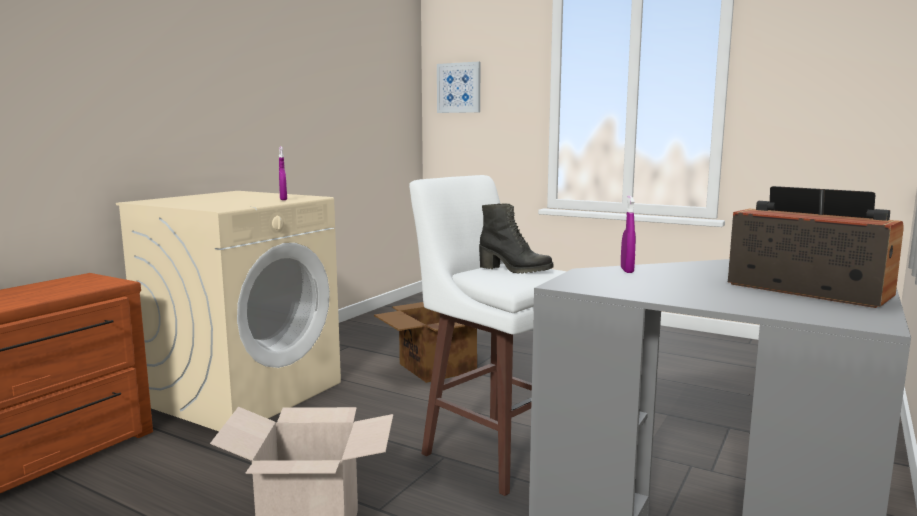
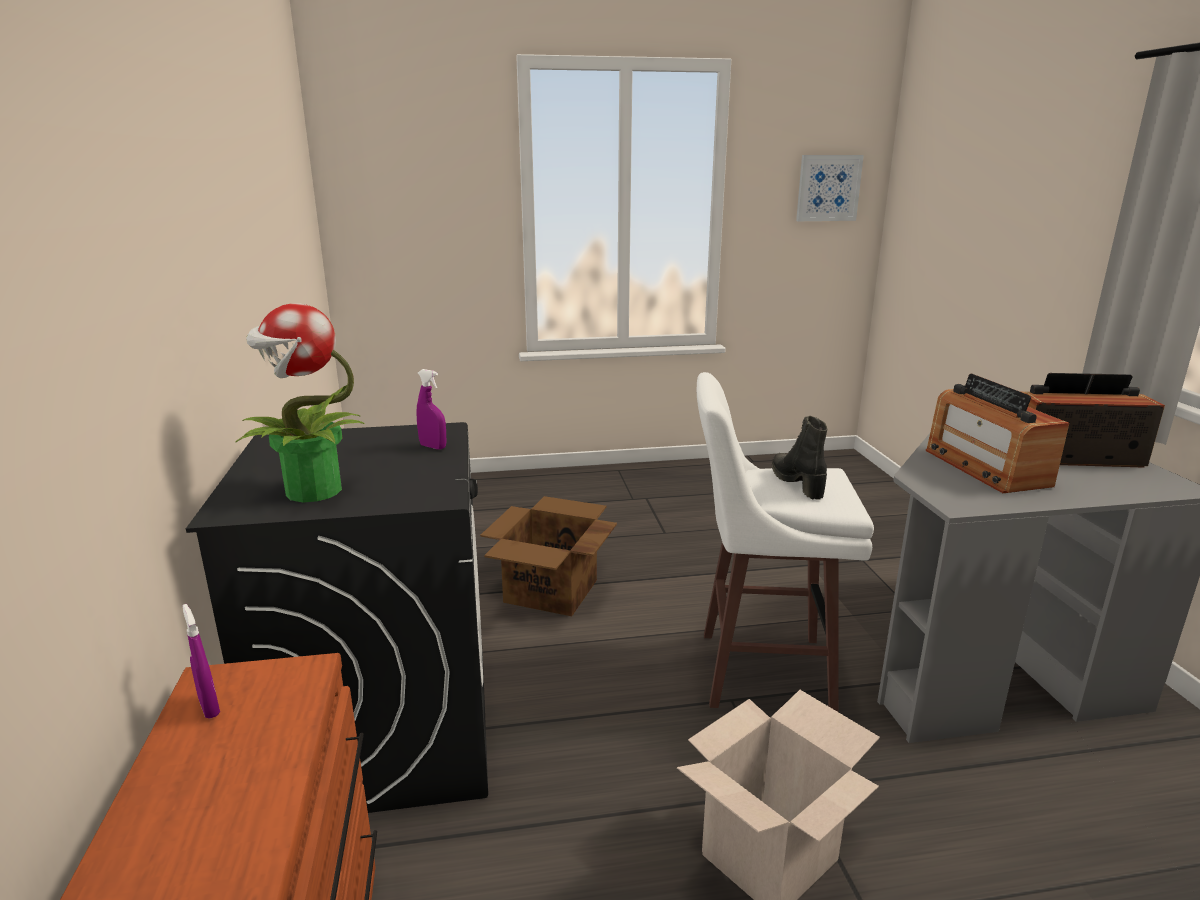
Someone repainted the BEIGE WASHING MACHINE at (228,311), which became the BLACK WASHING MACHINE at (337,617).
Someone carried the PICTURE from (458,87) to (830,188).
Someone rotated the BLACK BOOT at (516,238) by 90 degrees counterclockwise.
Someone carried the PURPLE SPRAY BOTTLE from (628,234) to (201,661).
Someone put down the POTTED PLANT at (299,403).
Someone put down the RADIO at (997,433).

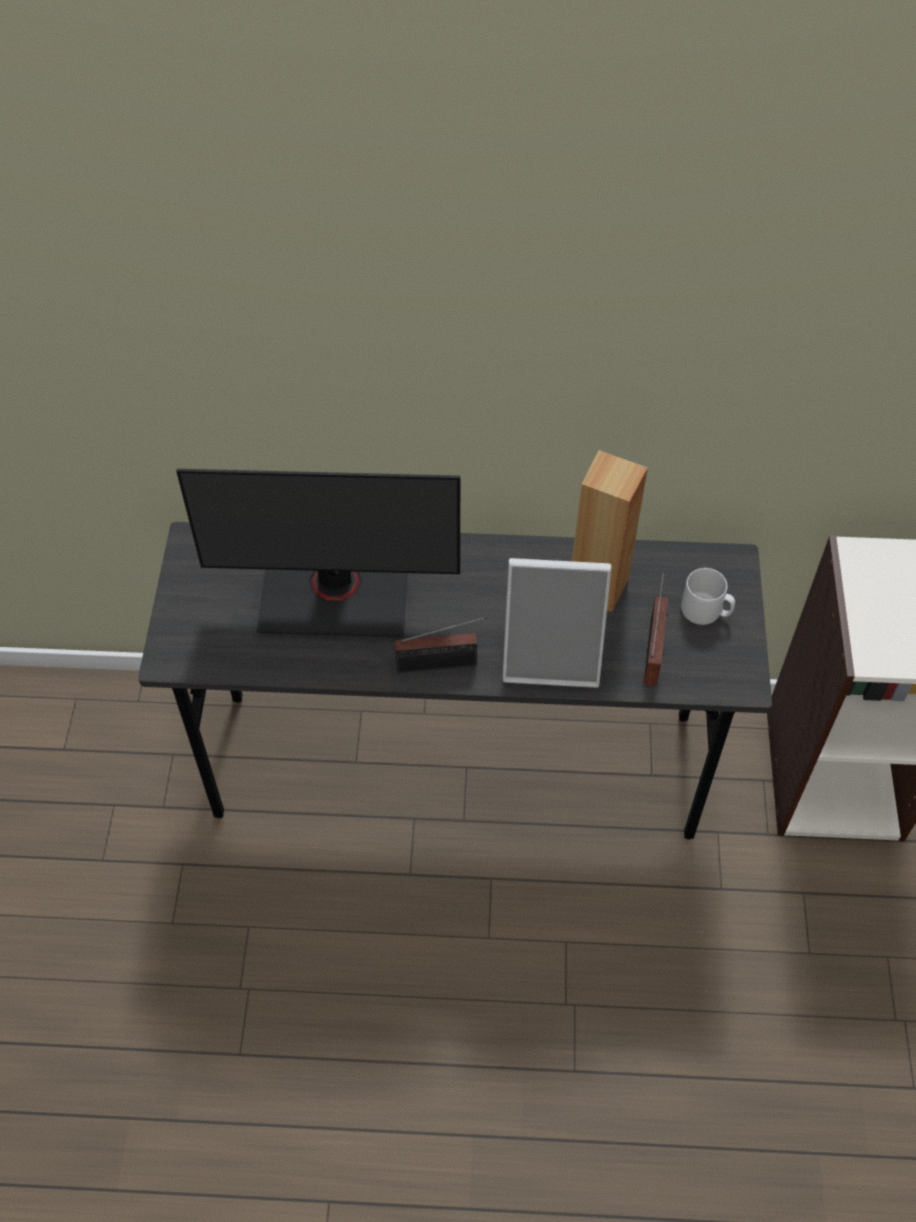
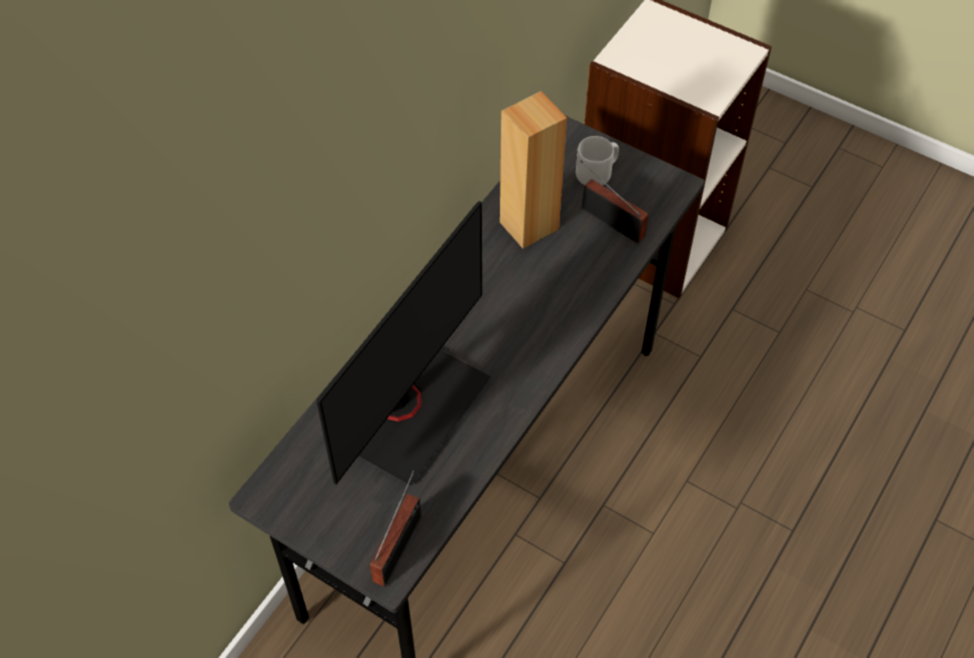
Someone carried the RADIO from (441,645) to (396,528).
Someone took away the PICTURE FRAME at (556,623).

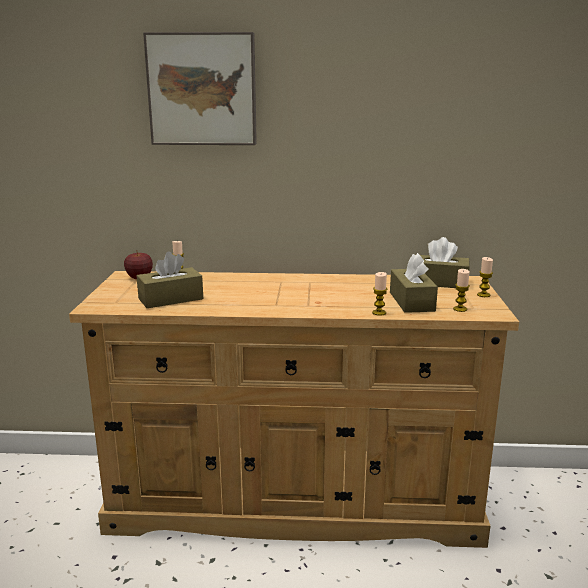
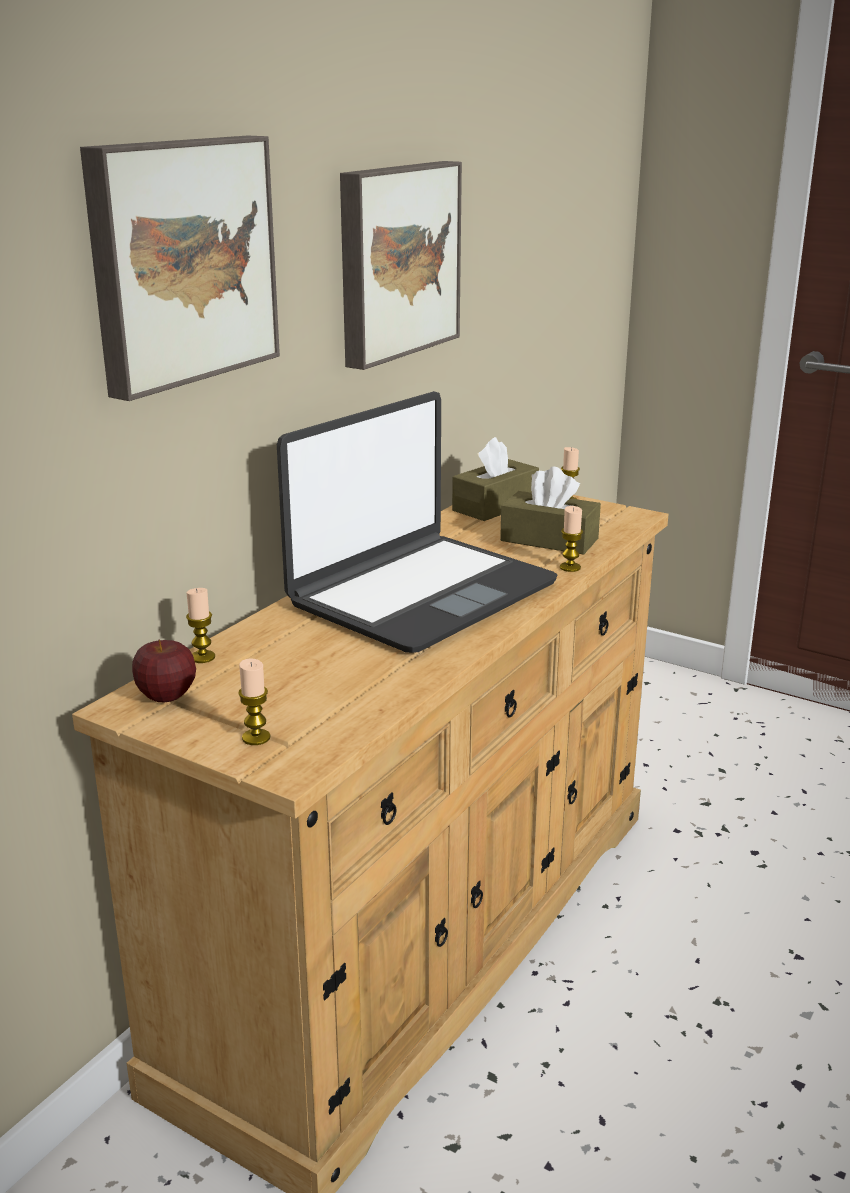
Someone took away the BROWN TISSUE BOX at (170,279).
Someone carried the CANDLE from (461,290) to (254,701).
Someone put down the LAPTOP at (417,522).
Someone put up the PICTURE at (401,265).

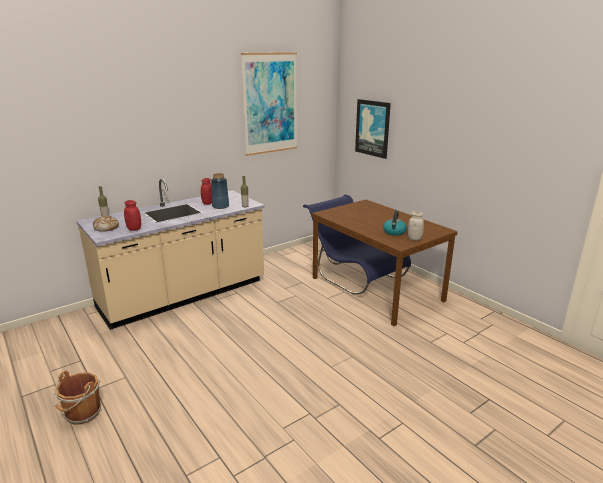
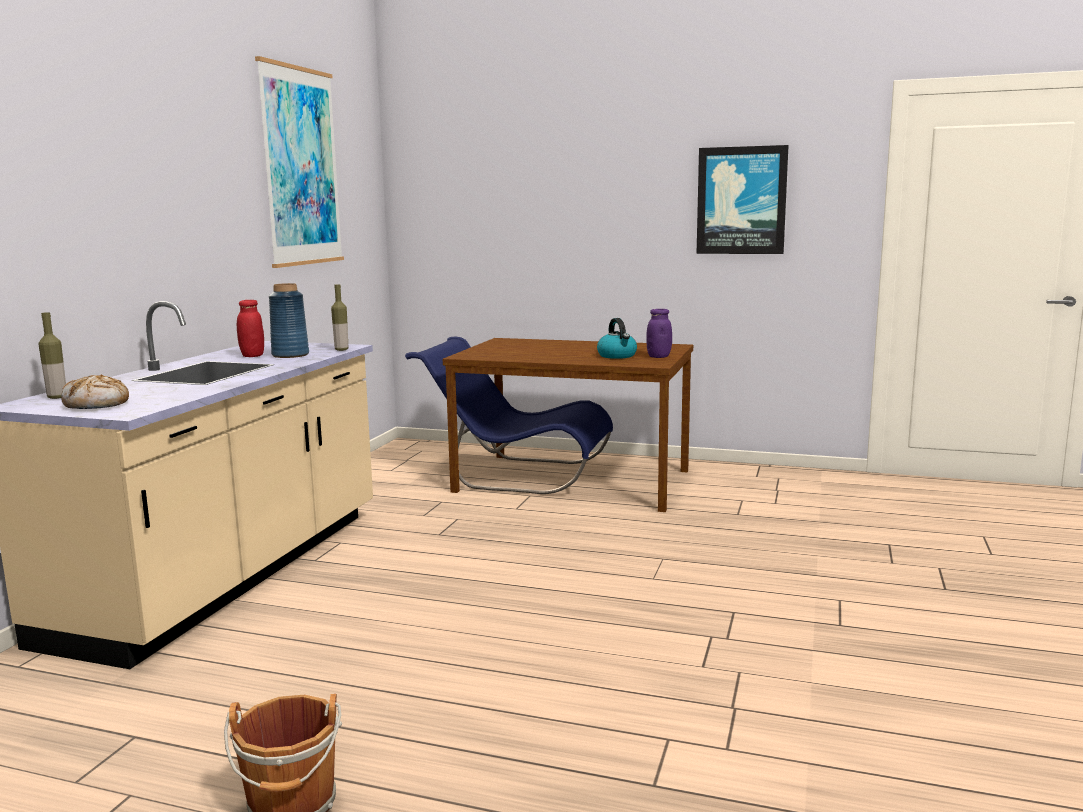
Someone took away the RED JAR at (132,215).
Someone carried the PICTURE from (373,129) to (743,199).
Someone repainted the WHITE JAR at (416,226), which became the PURPLE JAR at (659,333).

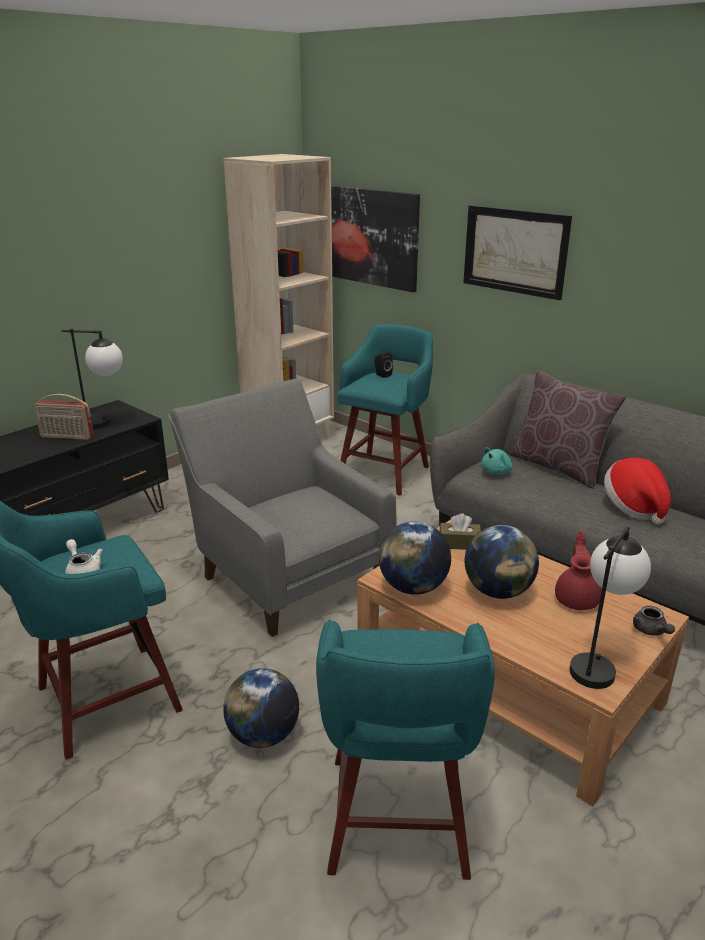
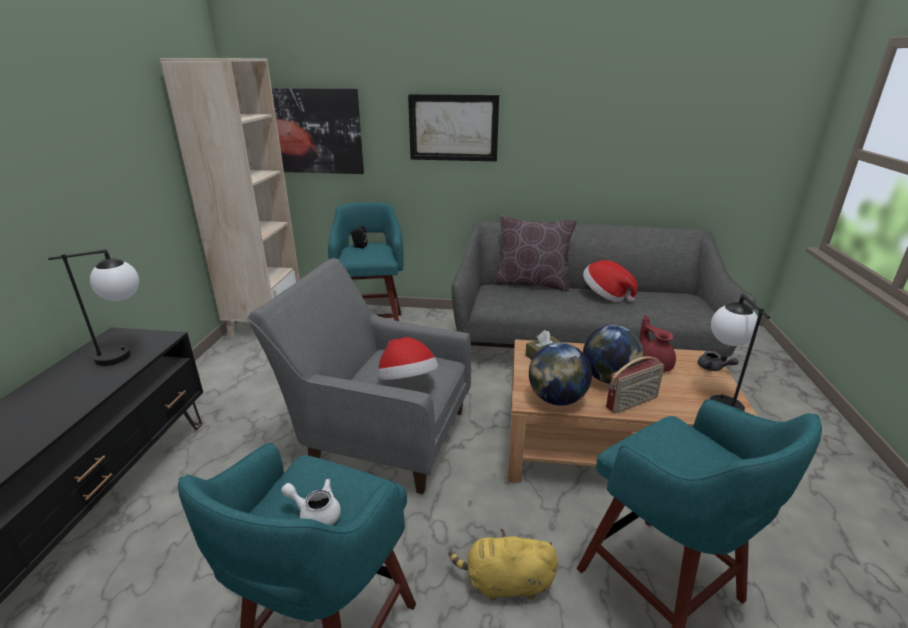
Someone carried the RADIO from (64,417) to (635,385).
Someone swapped the GLOBE at (261,708) for the YELLOW PLUSH TOY at (503,565).
Someone took away the TURQUOISE PLUSH TOY at (497,461).
Someone put down the HAT at (408,358).

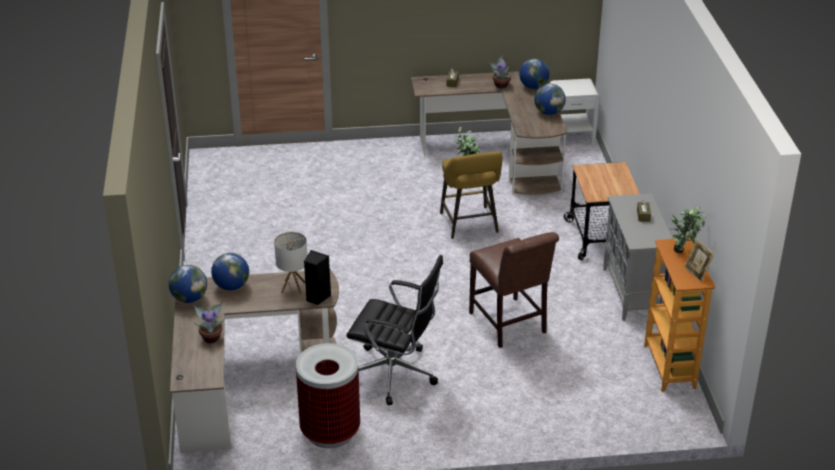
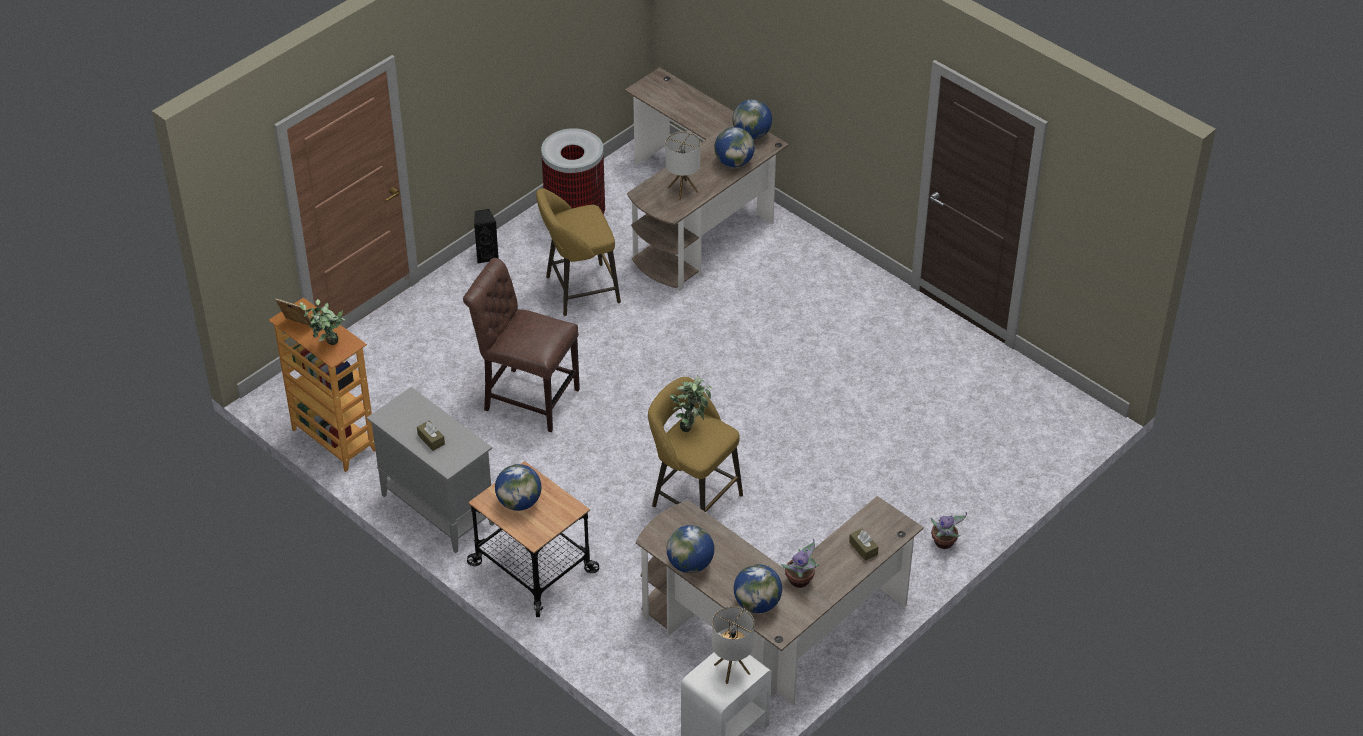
Someone carried the POTTED PLANT from (209,322) to (949,530).
Someone carried the BLACK SPEAKER from (317,277) to (486,236).
Someone swapped the BLACK OFFICE CHAIR at (394,330) for the YELLOW STOOL at (578,252).
Someone put down the GLOBE at (518,487).
Someone put down the TABLE LAMP at (733,645).

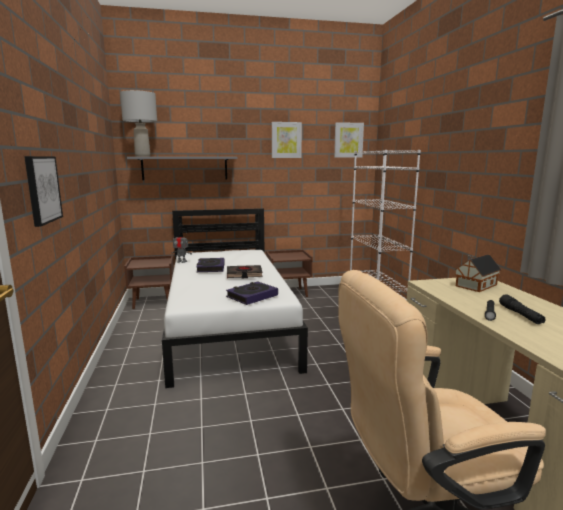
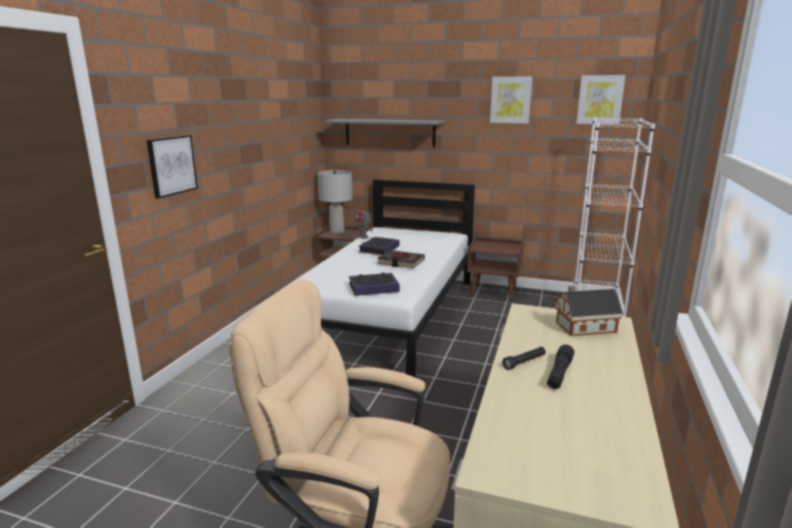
Someone carried the GREY TABLE LAMP from (138,123) to (335,202).

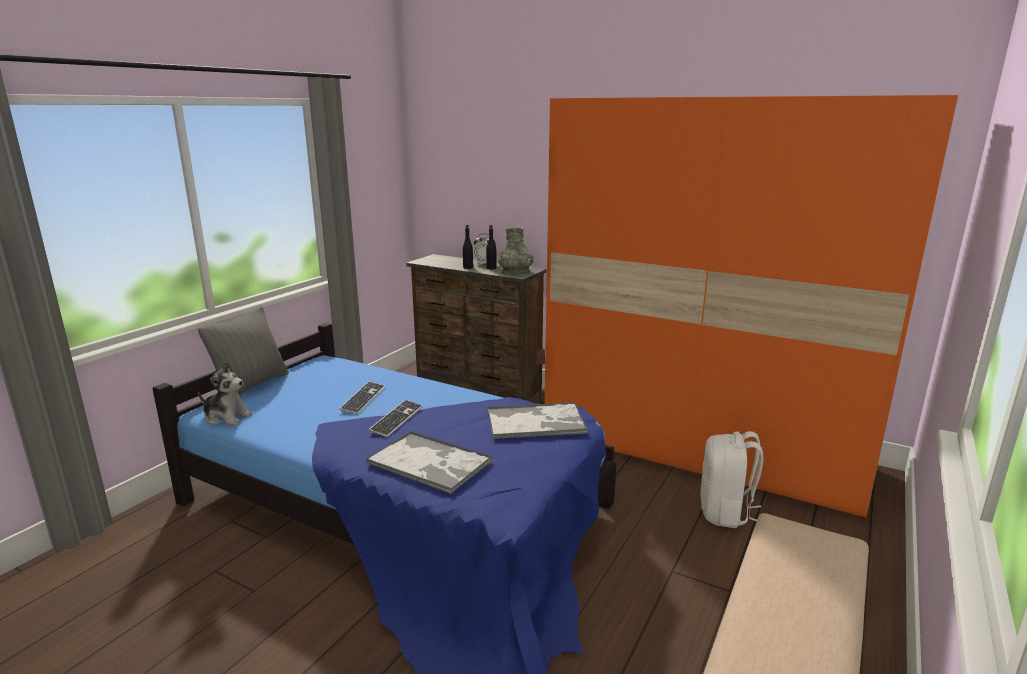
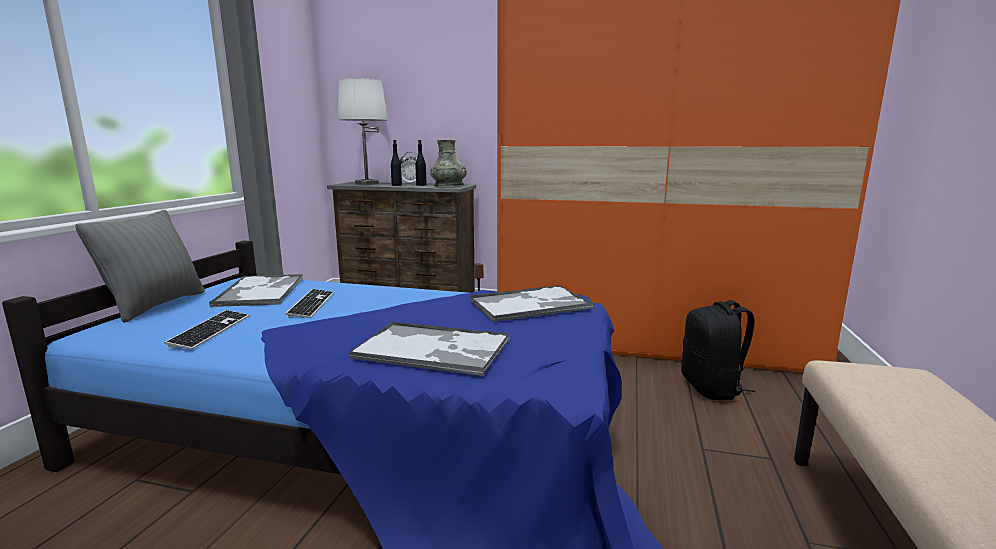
Someone took away the PLUSH TOY at (225,394).
Someone carried the KEYBOARD from (395,418) to (207,330).
Someone repainted the WHITE BACKPACK at (731,479), which became the BLACK BACKPACK at (718,350).
Someone put down the TRAY at (256,290).
Someone put down the WHITE TABLE LAMP at (363,131).

